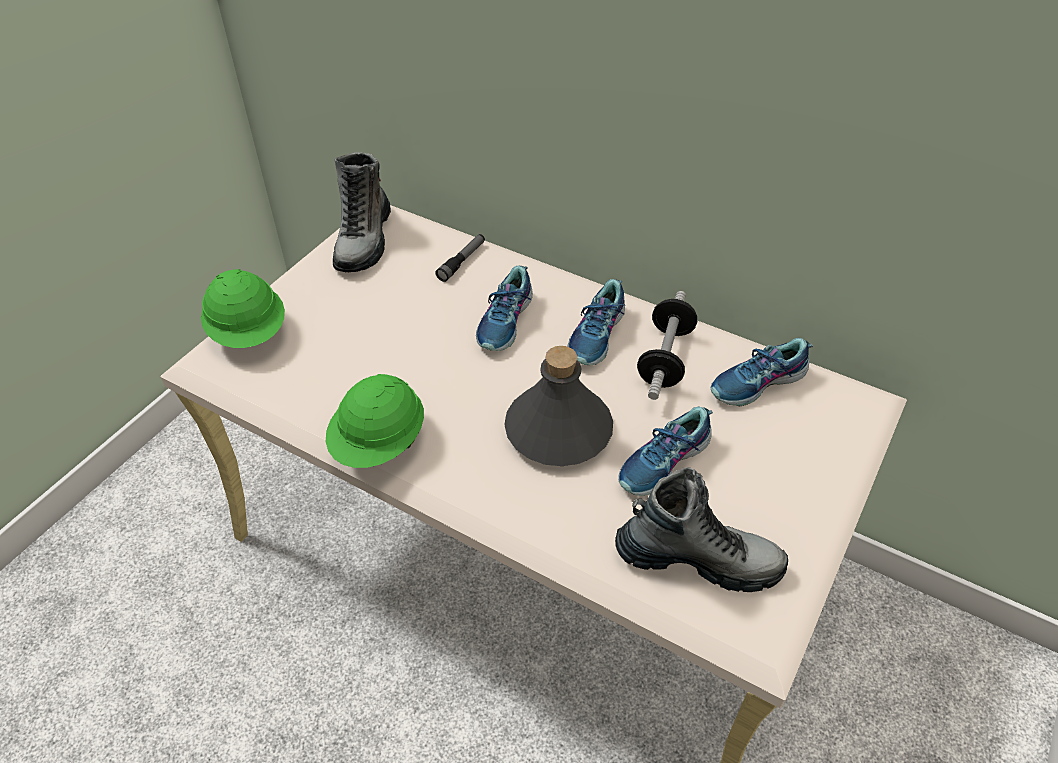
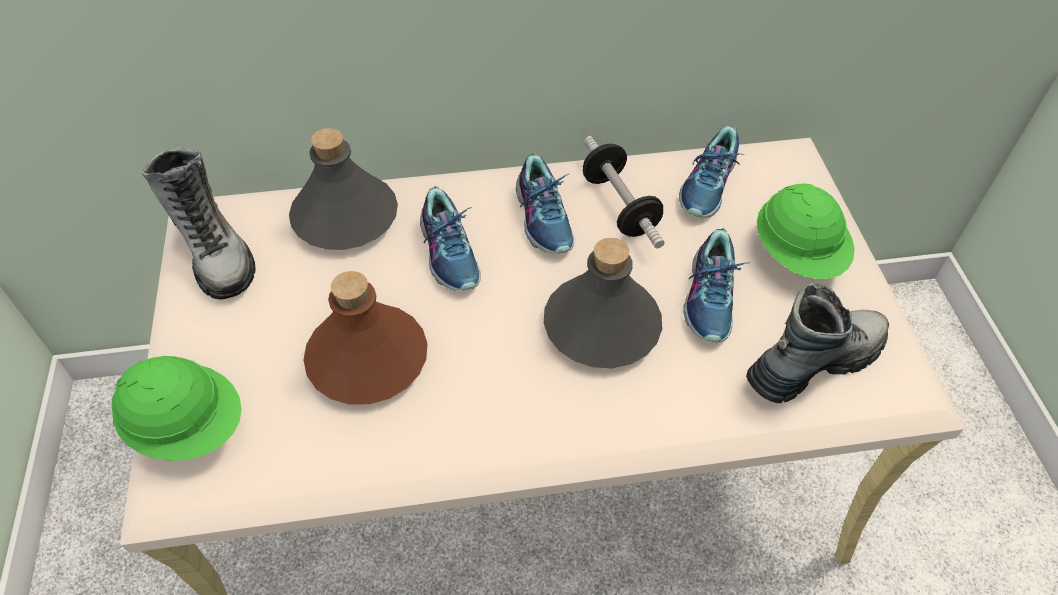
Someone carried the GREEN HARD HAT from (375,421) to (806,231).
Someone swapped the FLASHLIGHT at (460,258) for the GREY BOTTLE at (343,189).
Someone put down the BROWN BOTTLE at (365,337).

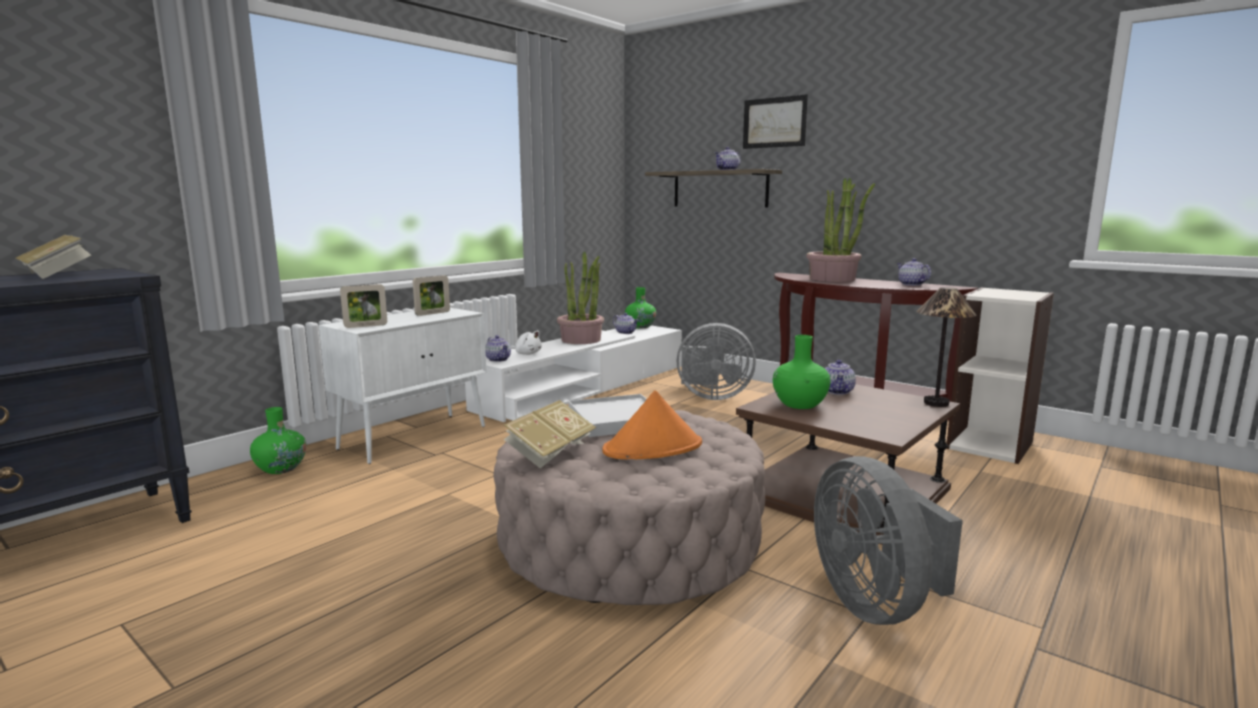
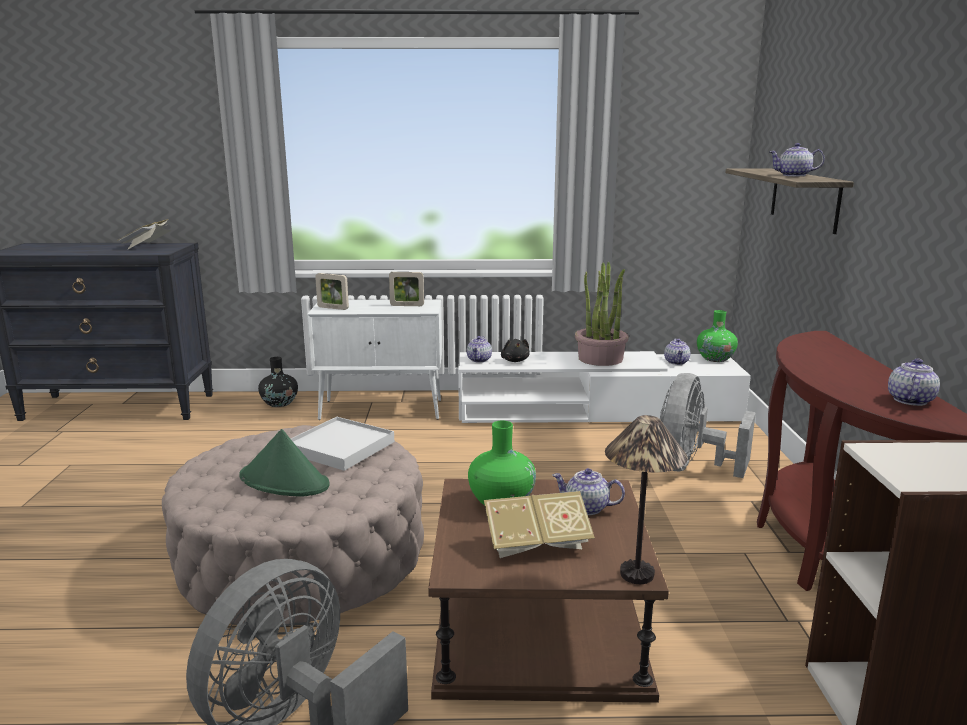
Someone repainted the GREEN VASE at (278,440), which became the BLACK VASE at (278,382).
Someone carried the BOOK from (550,434) to (539,524).
Someone repainted the WHITE PLUSH TOY at (526,342), which became the BLACK PLUSH TOY at (515,350).
Someone repainted the ORANGE HAT at (652,424), which became the GREEN HAT at (284,462).
Someone rotated the GREY FAN at (716,361) by 60 degrees clockwise.
Someone took away the PICTURE at (775,121).
Someone took away the POTTED PLANT at (840,230).
Someone rotated the TEAPOT at (840,377) by 45 degrees clockwise.

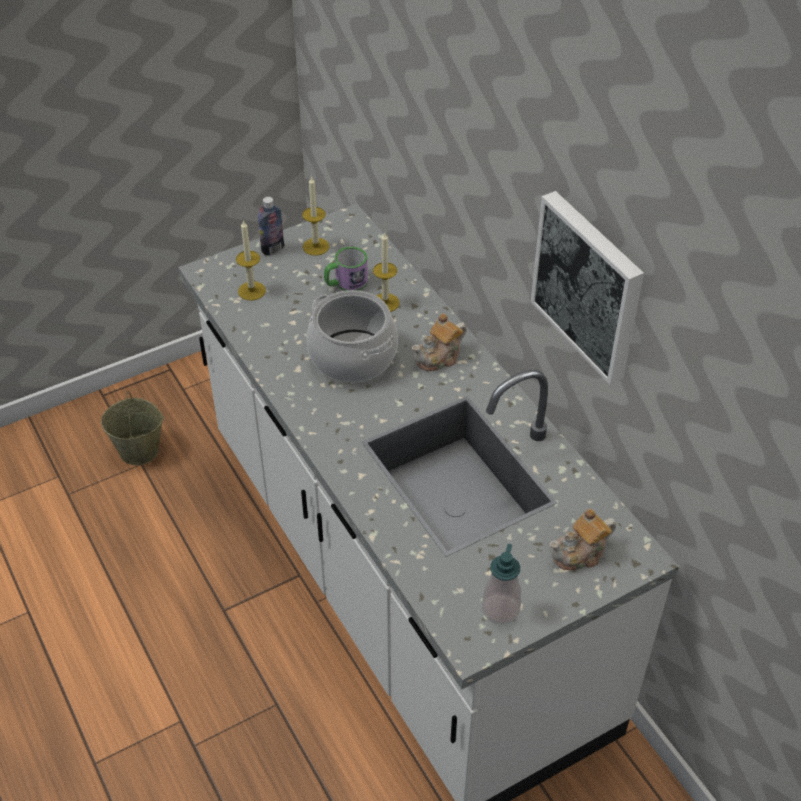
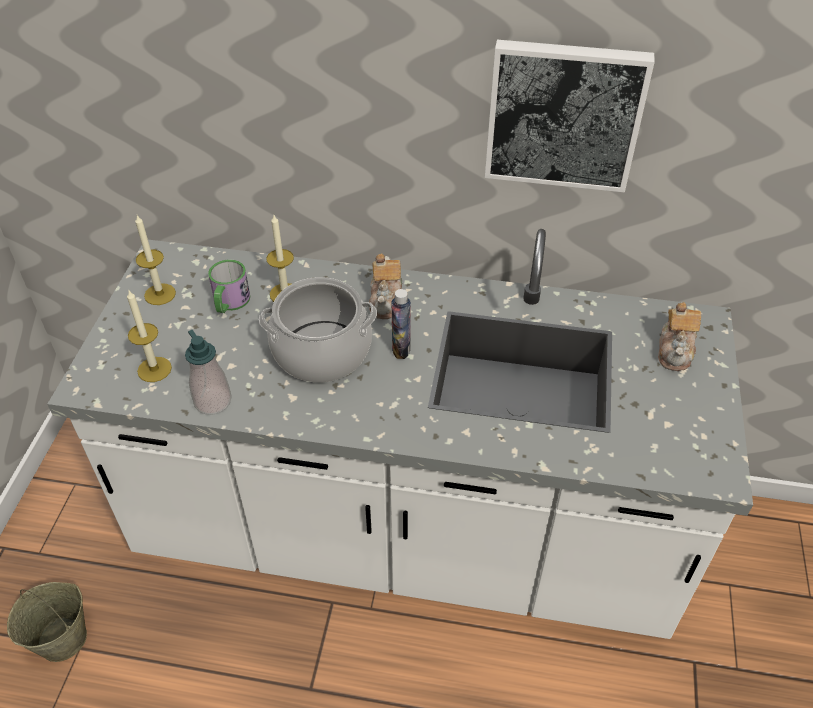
Someone carried the BOTTLE from (271,226) to (401,324).
Someone carried the SOAP DISPENSER from (501,584) to (208,372).

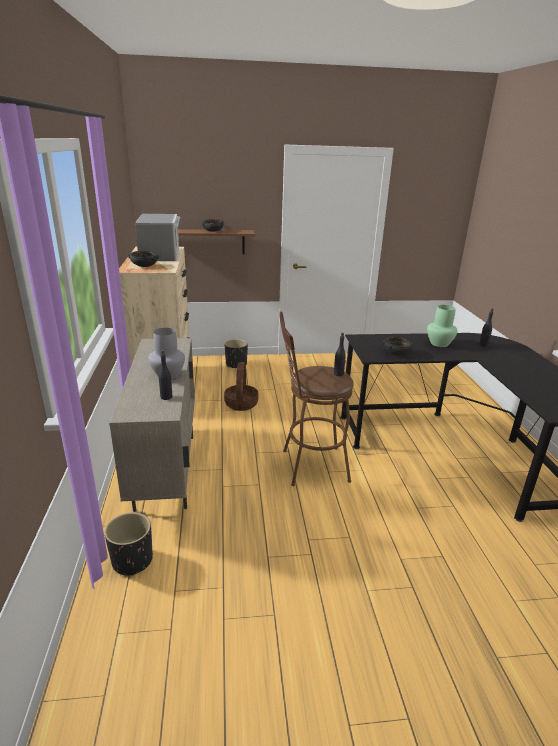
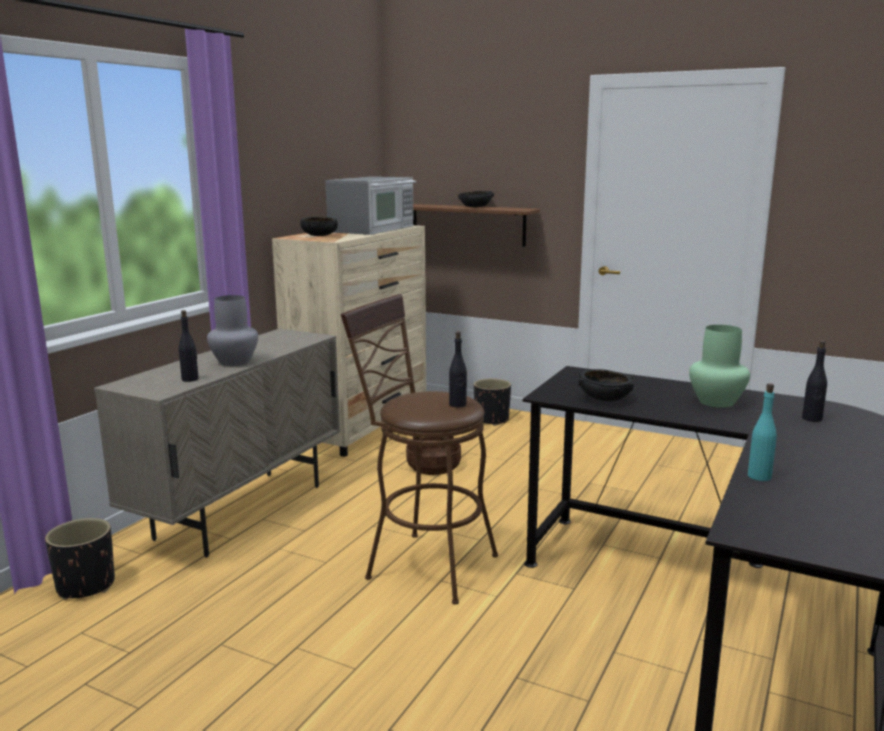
Someone put down the TURQUOISE BOTTLE at (762,432).

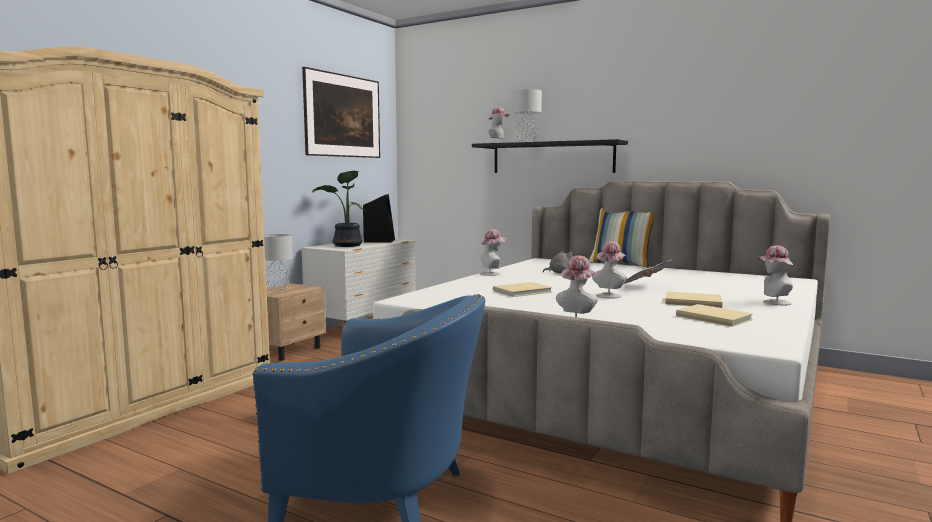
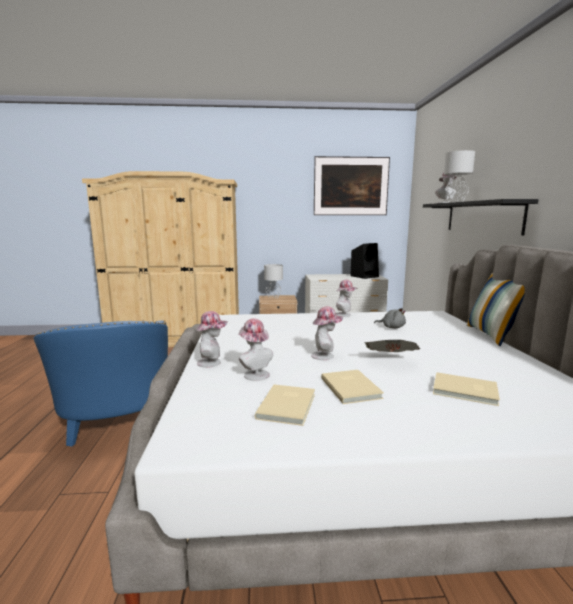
Someone took away the POTTED PLANT at (339,208).
Someone carried the BEIGE BOOK from (522,289) to (466,389).
Someone carried the HAT from (775,276) to (256,350).

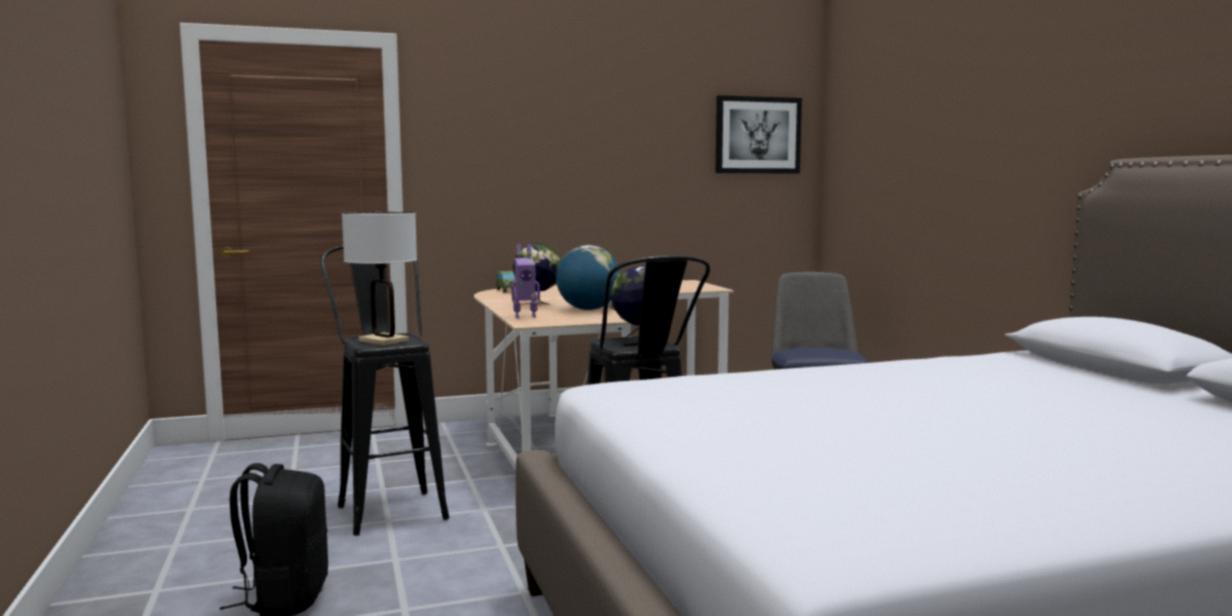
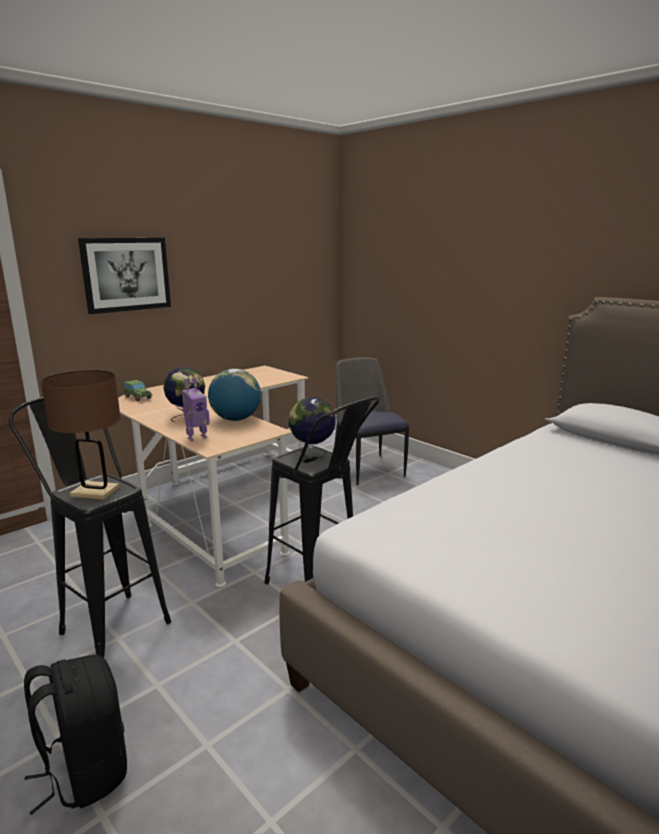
Someone repainted the WHITE TABLE LAMP at (379,278), which became the BROWN TABLE LAMP at (81,435).
Someone carried the PICTURE from (758,134) to (124,276).

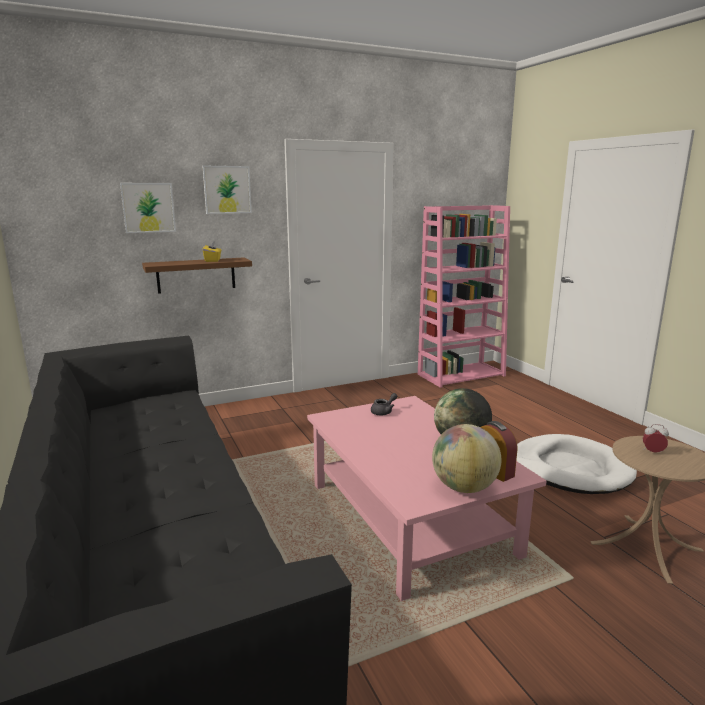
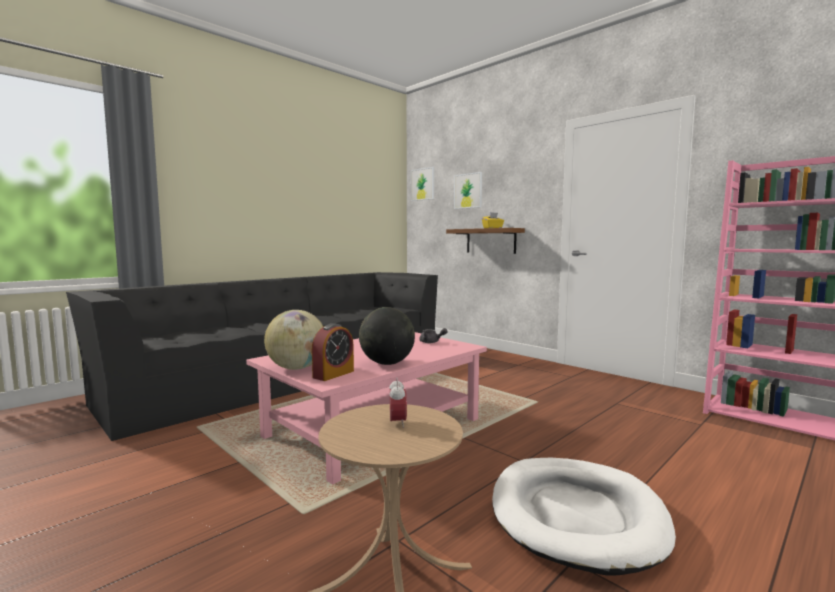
Someone carried the PICTURE from (227,190) to (422,184).

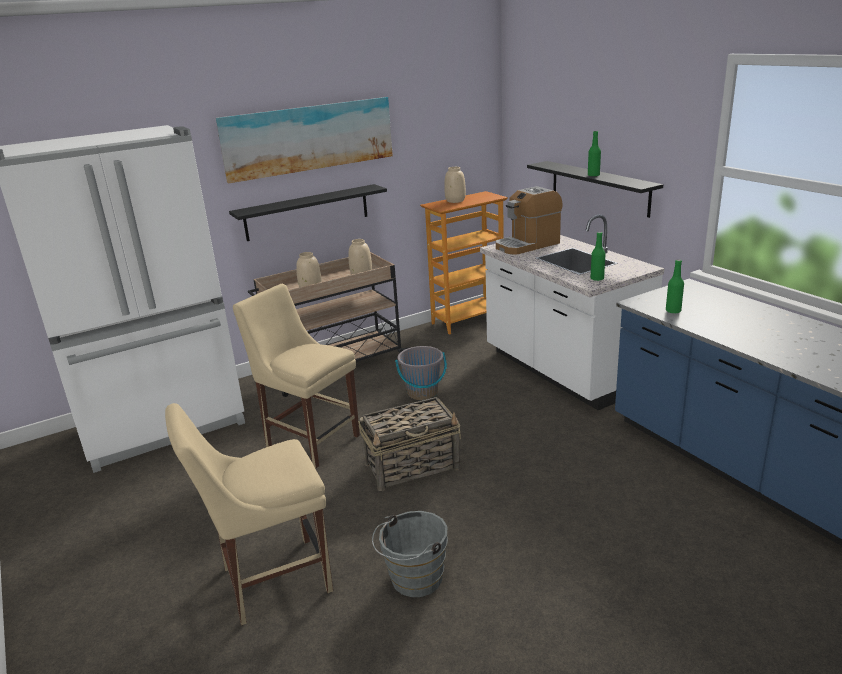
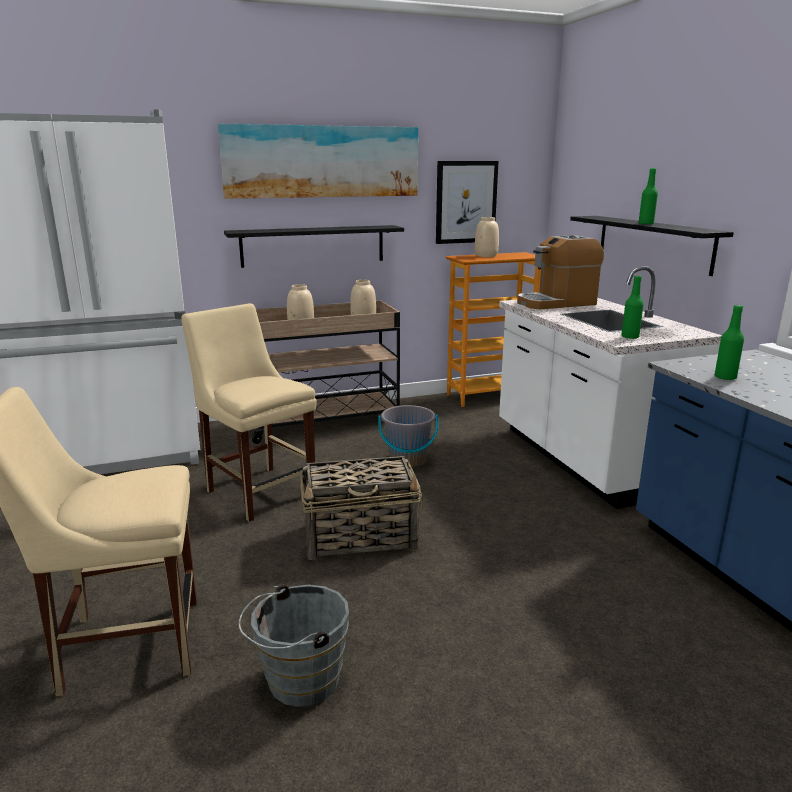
Someone put up the PICTURE at (467,202).

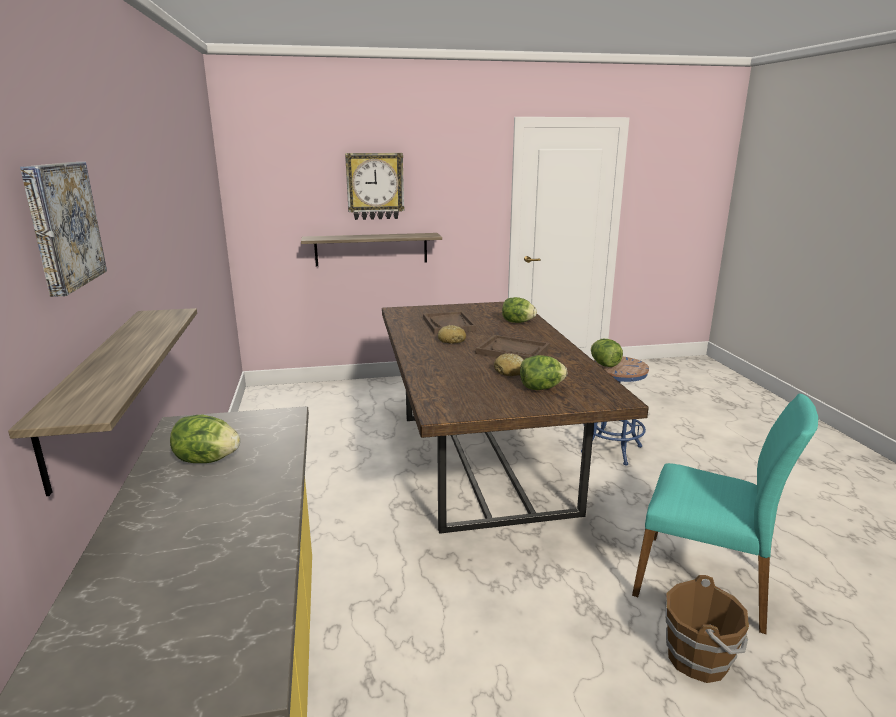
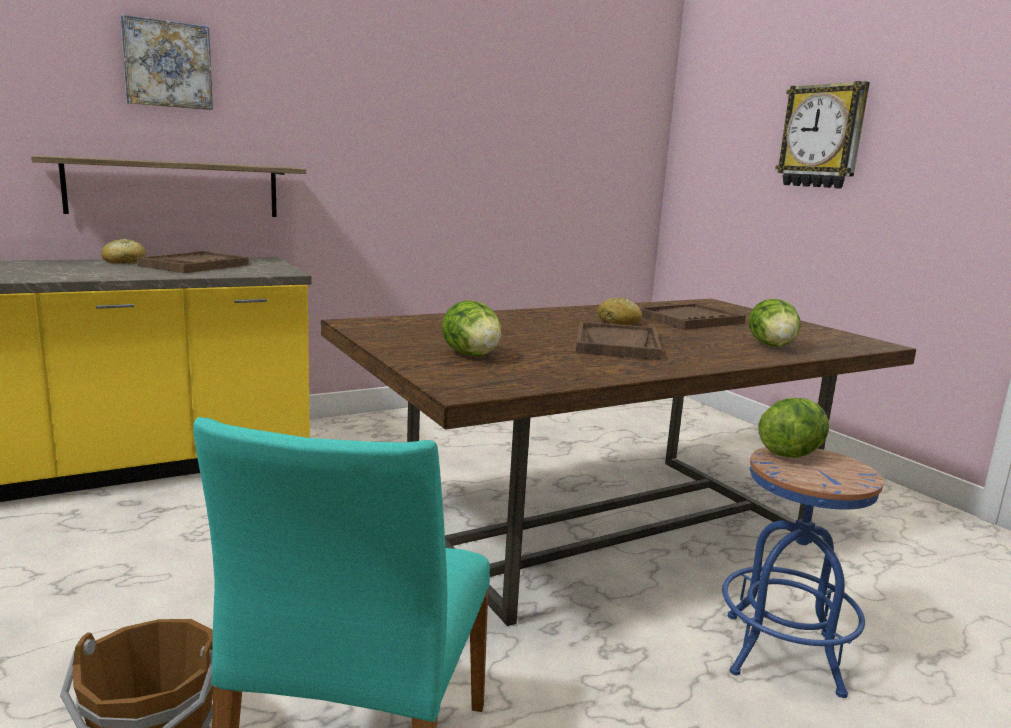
Someone swapped the LETTUCE at (205,439) for the BROWN TRAY at (193,262).
Someone took away the SHELF at (371,249).
Someone carried the BREAD from (509,364) to (123,251).

